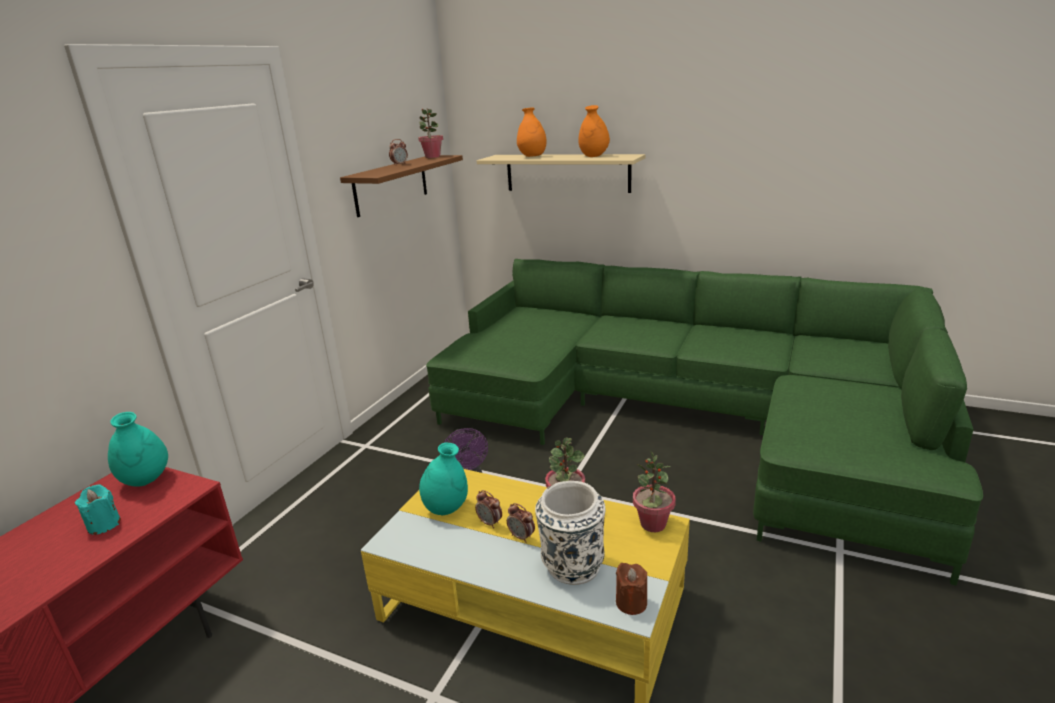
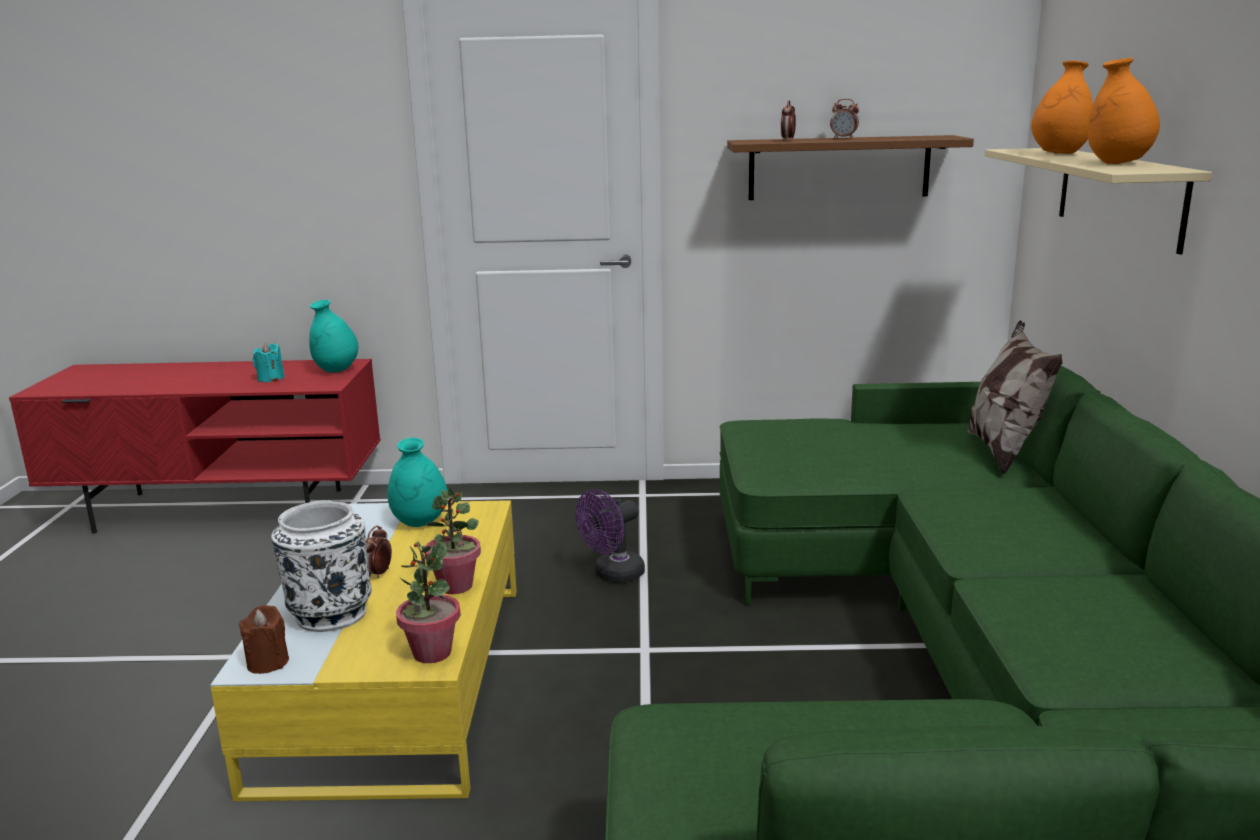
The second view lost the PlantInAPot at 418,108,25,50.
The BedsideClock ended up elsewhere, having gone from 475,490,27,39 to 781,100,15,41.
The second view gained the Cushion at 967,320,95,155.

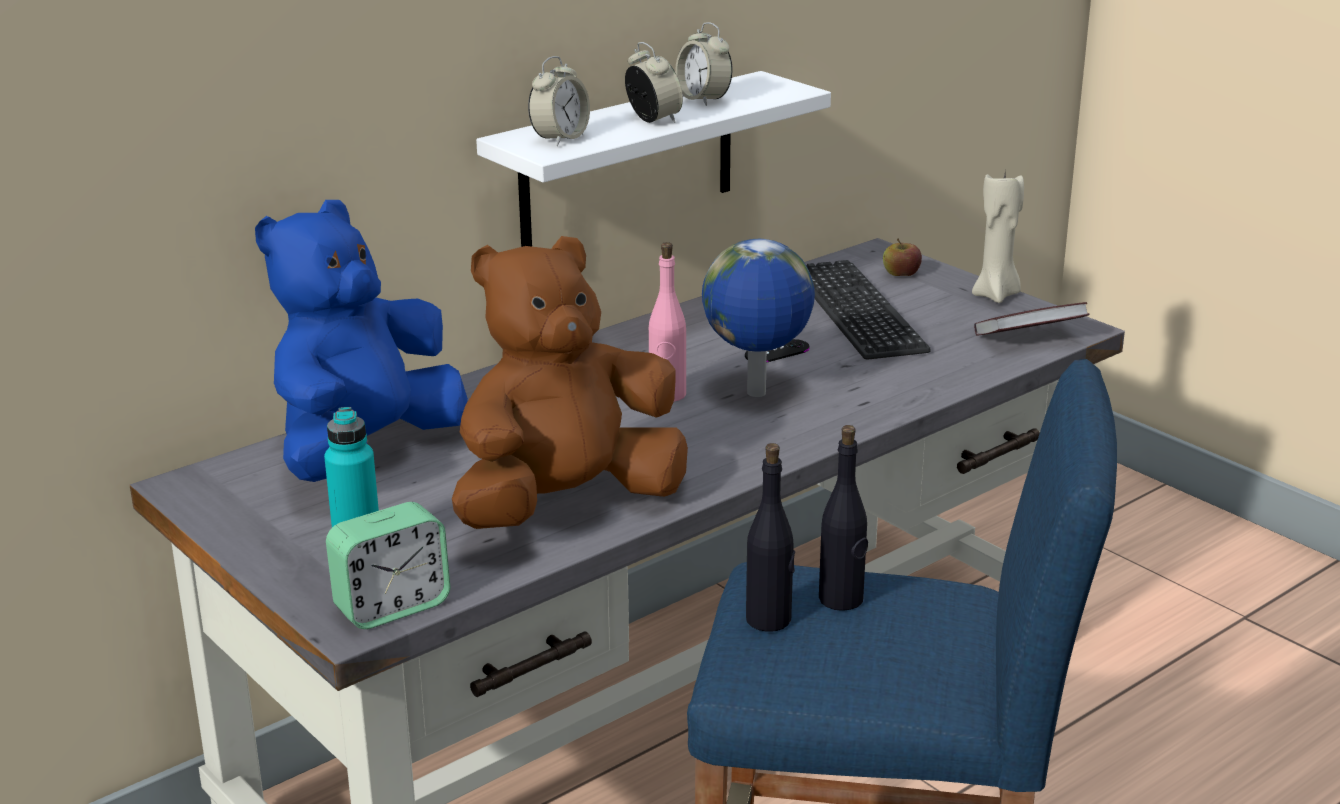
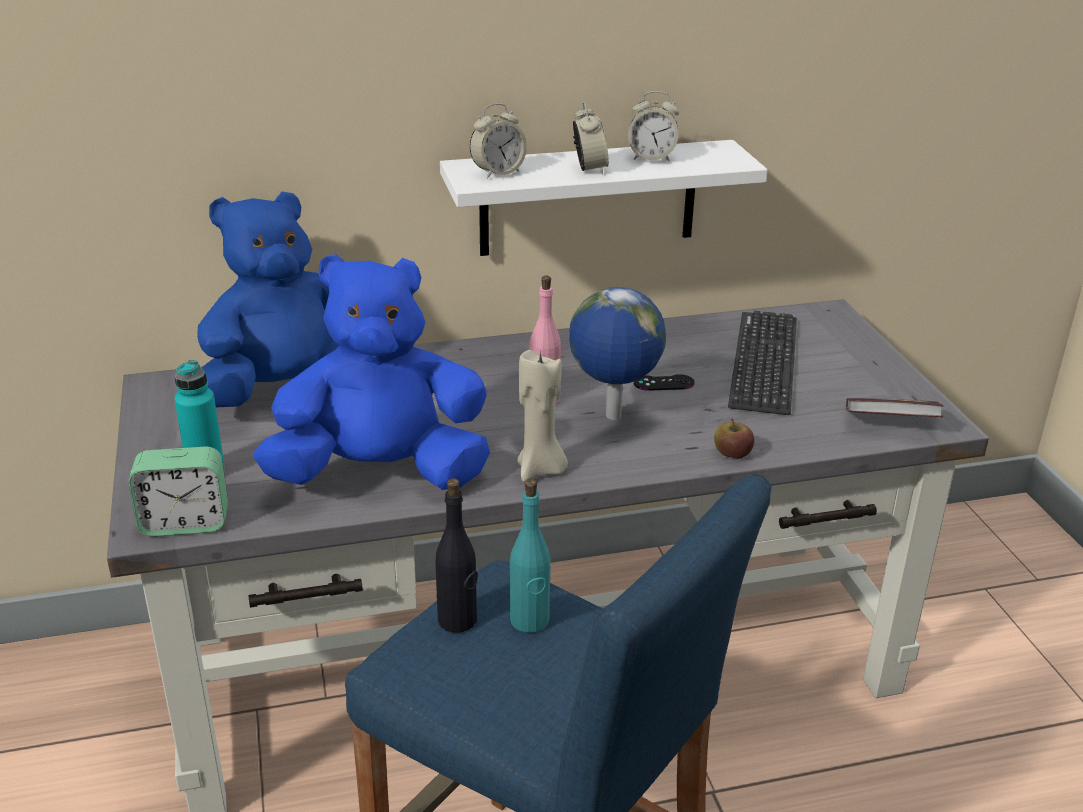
The BedsideClock at 675,22,57,84 ended up facing another way, 75 degrees counterclockwise from before.
The BeigeWaxCandle ended up elsewhere, having gone from 972,174,52,129 to 517,350,51,132.
What was the BrownColouredPlushToy at 452,236,236,293 turned into the BluishPlushToy at 254,254,236,236.
The WholeApple ended up elsewhere, having gone from 883,239,39,37 to 714,419,40,40.
What was the BlackDrinkBottle at 819,425,49,186 turned into the TurquoiseColouredDrinkBottle at 510,479,41,154.

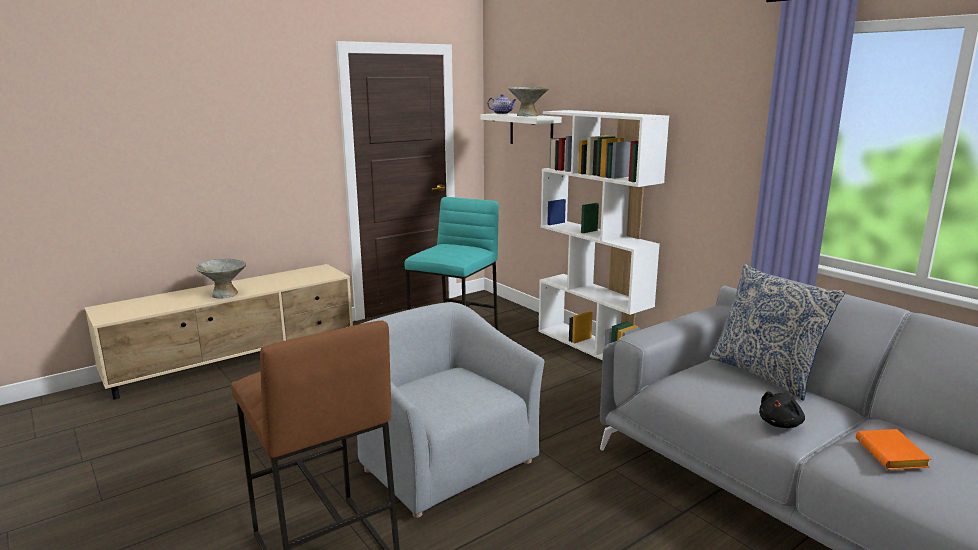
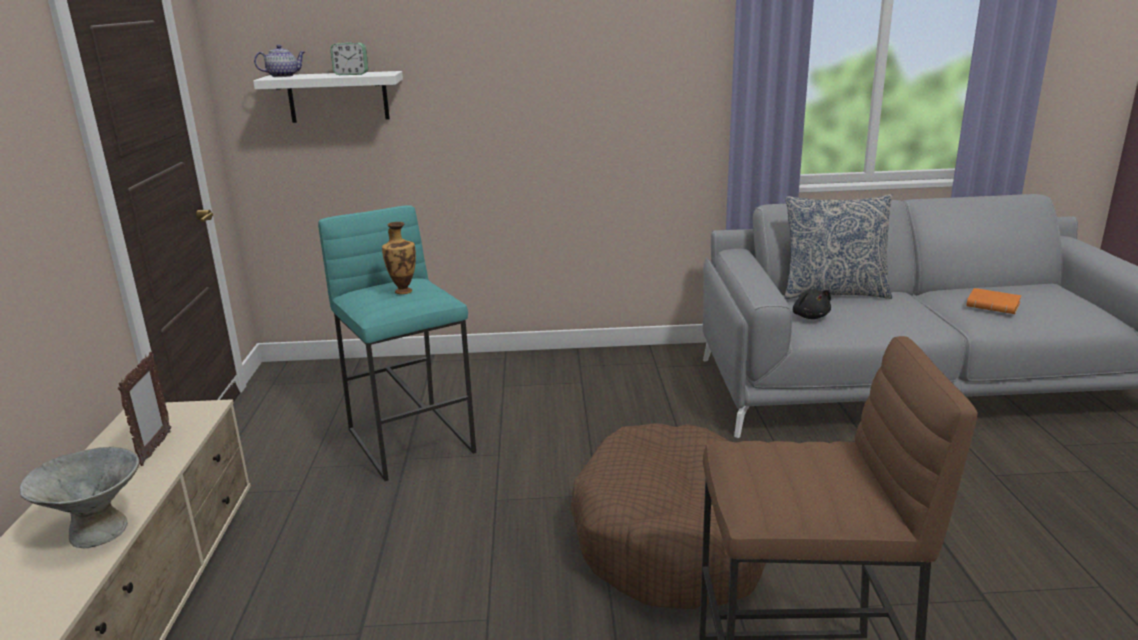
Where the GrayServingBowl stood at 508,87,40,29, the BedsideClock came to stand at 330,42,38,33.
The second view lost the WhiteColouredShelvingUnit at 538,110,131,251.
Where the GrayLoungeChair stood at 357,302,187,216, the BrownColouredDogCushion came to stand at 570,423,196,186.
The BlackPlushToy ended up elsewhere, having gone from 759,391,46,37 to 793,289,38,30.
The second view gained the DecorativeVase at 382,222,34,72.
The second view gained the PhotoFrame at 118,352,53,114.

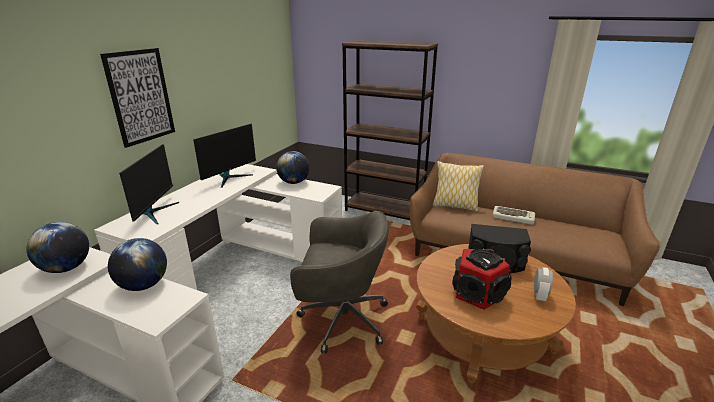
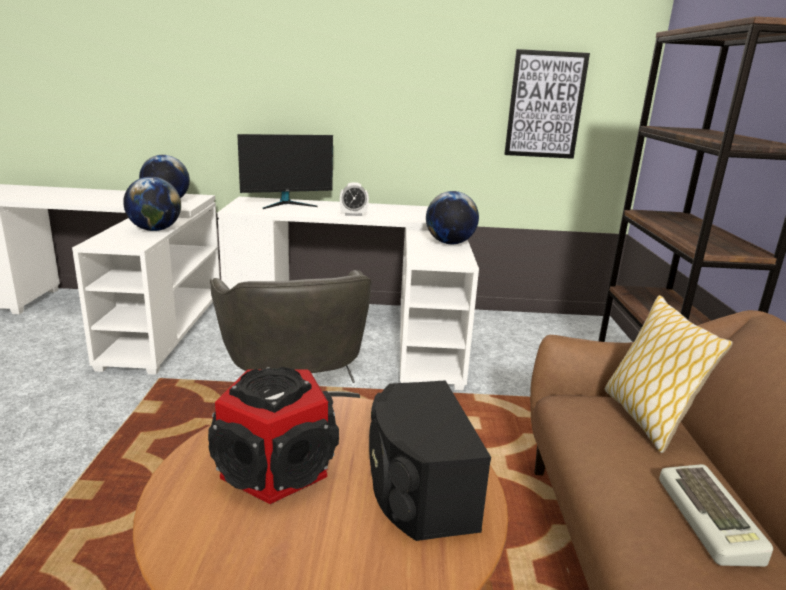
The WallPicture ended up elsewhere, having gone from 100,48,75,100 to 504,49,86,110.
The second view lost the Monitor at 193,124,63,64.
The BedsideClock ended up elsewhere, having gone from 534,267,19,34 to 340,182,29,34.

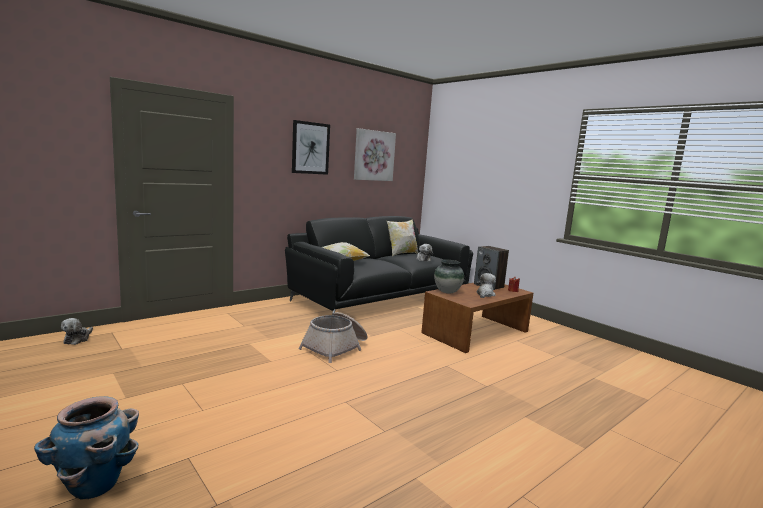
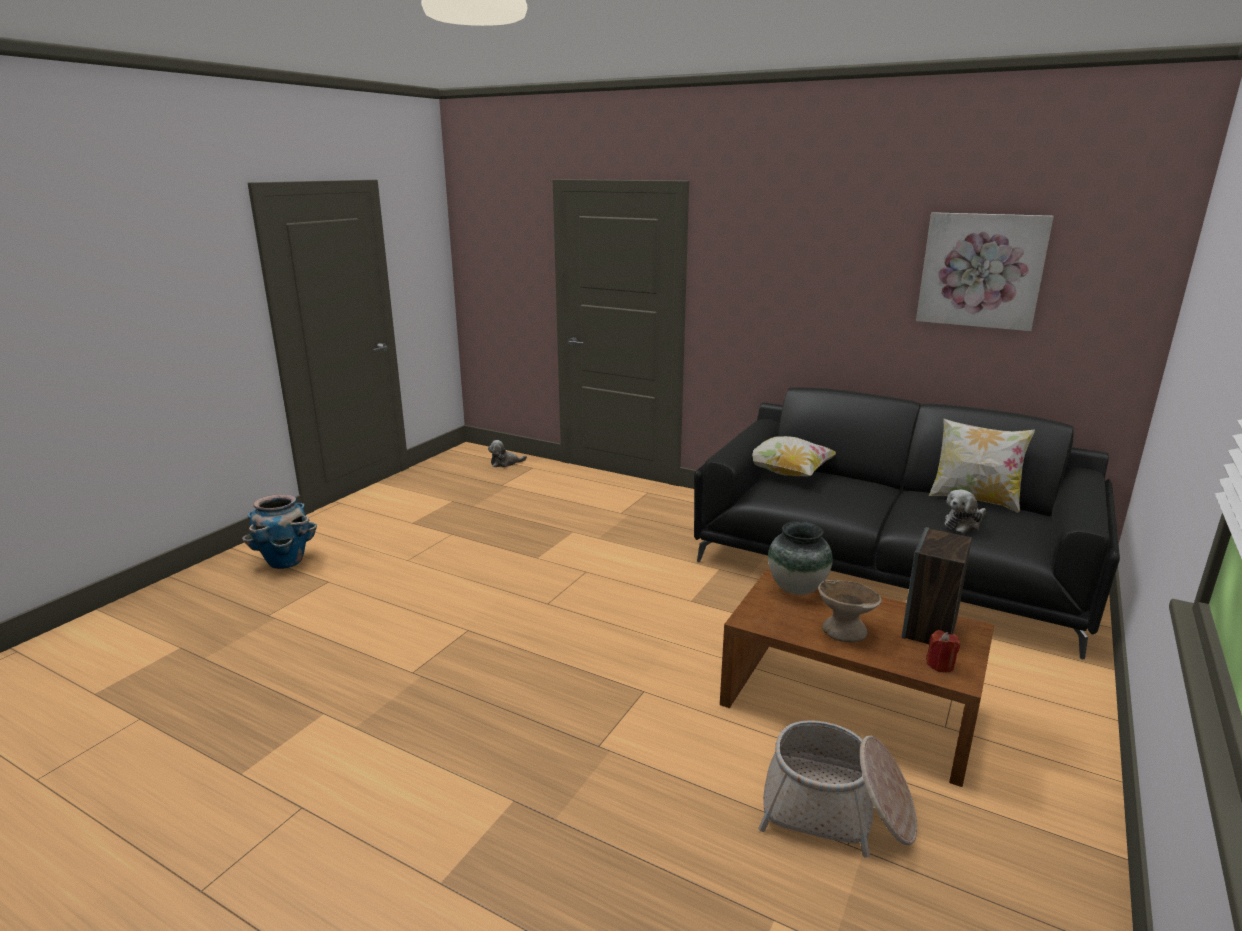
The second view lost the WallPicture at 292,120,38,55.
Where the PlushToy stood at 476,273,20,25, the BeigeServingBowl came to stand at 818,580,64,63.
The HouseholdBasket ended up elsewhere, having gone from 298,312,69,51 to 758,720,159,138.

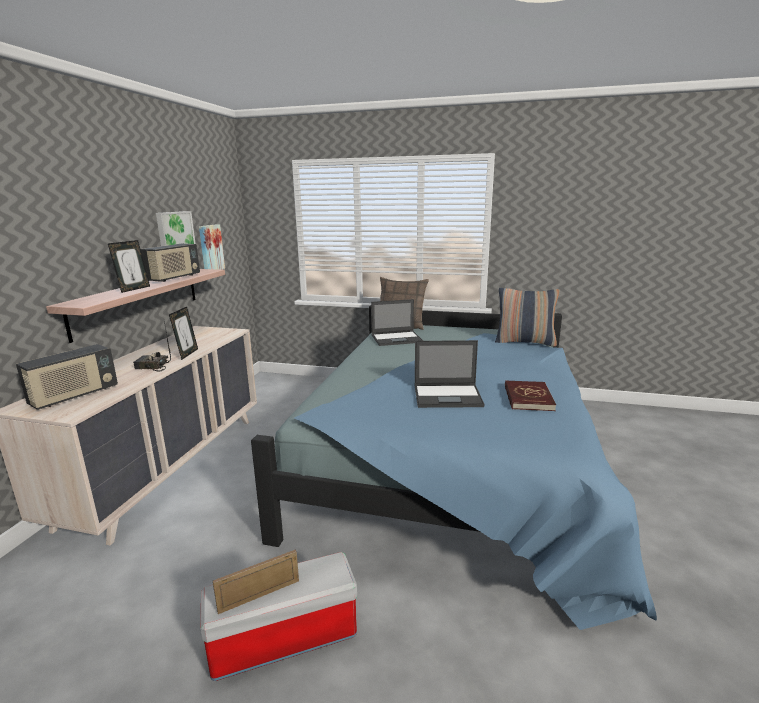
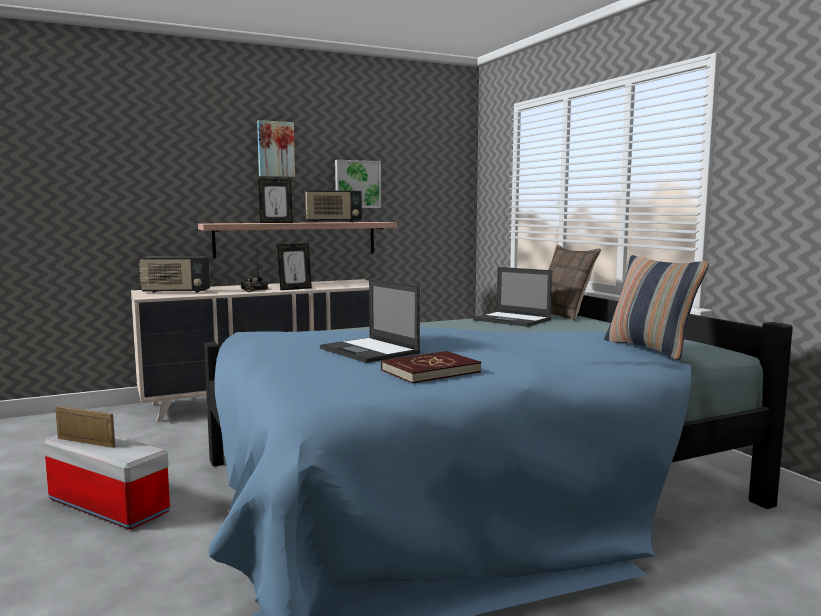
The WallPicture ended up elsewhere, having gone from 199,224,26,46 to 257,120,38,57.

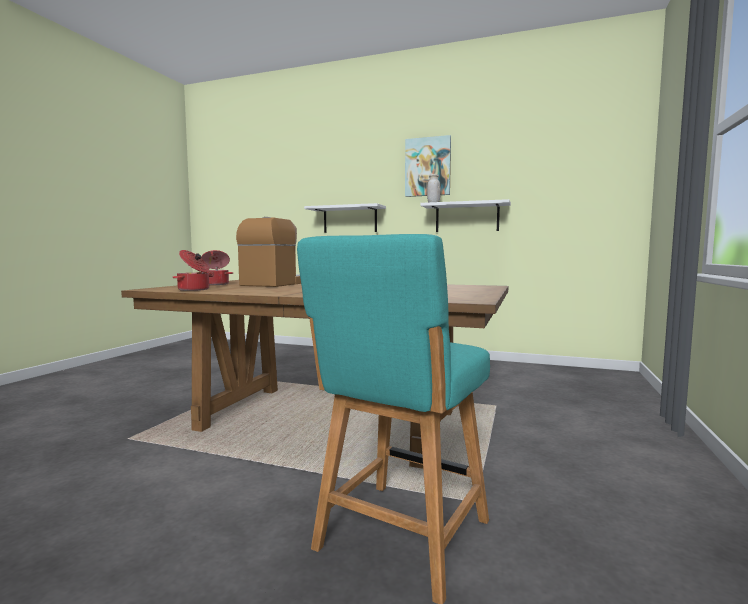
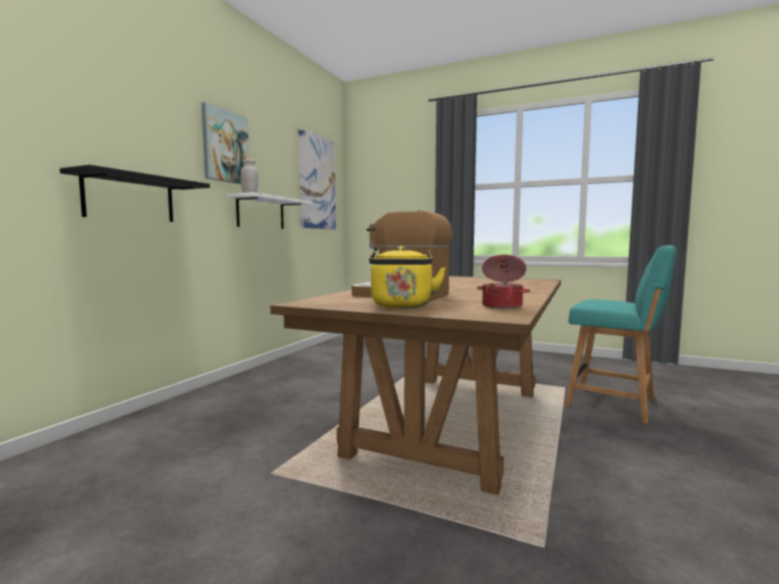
What was the WhiteColouredWallShelf at 304,203,82,30 turned into the BlackWallShelf at 60,165,150,57.
Where the Stockpot stood at 201,250,32,35, the YellowishKettle came to stand at 369,246,77,62.
The second view gained the WallPicture at 298,127,38,103.

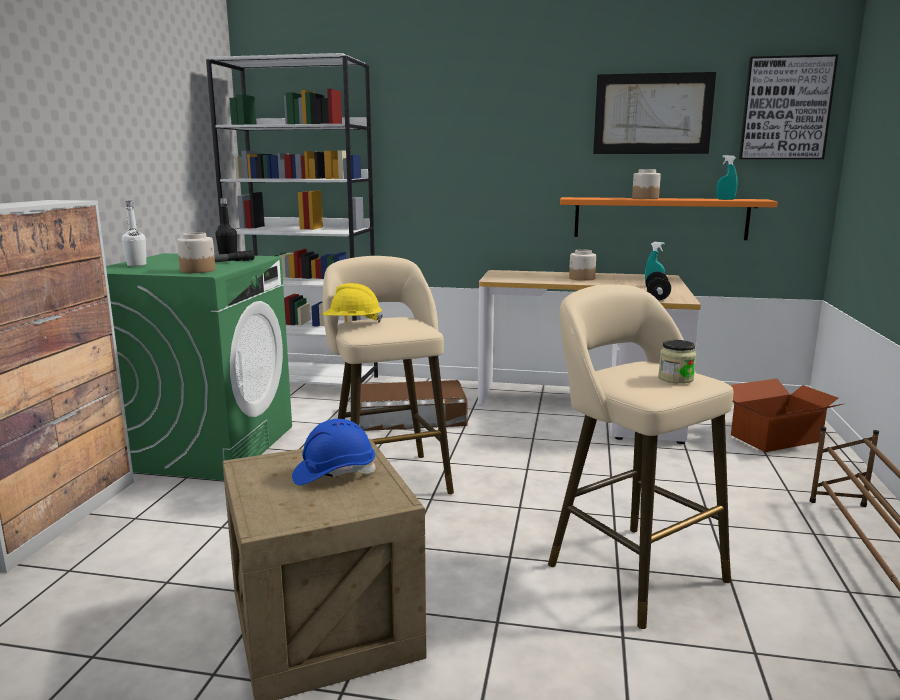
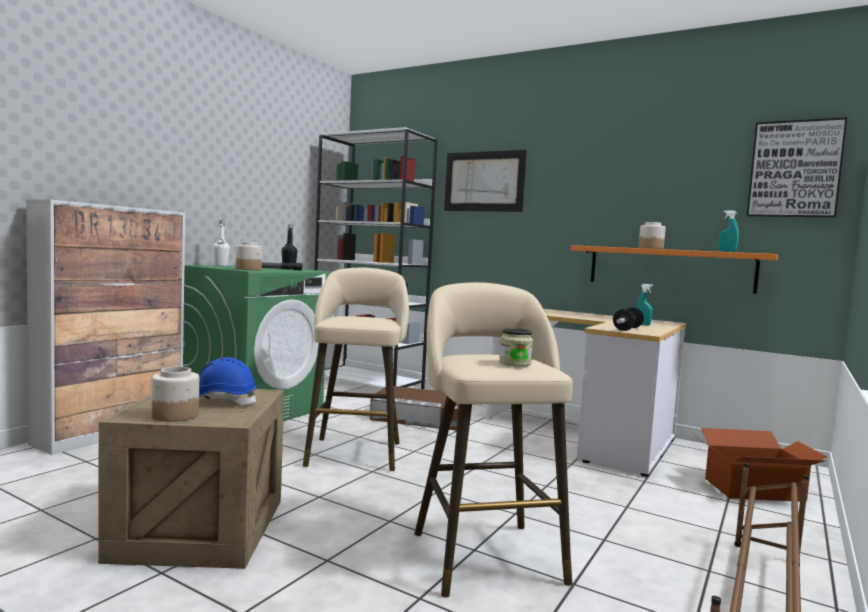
The WallPicture ended up elsewhere, having gone from 593,72,123,82 to 444,150,83,62.
The PreserveJar ended up elsewhere, having gone from 569,249,27,32 to 152,367,47,55.
The second view lost the YellowishWorkHelmet at 323,283,60,40.

